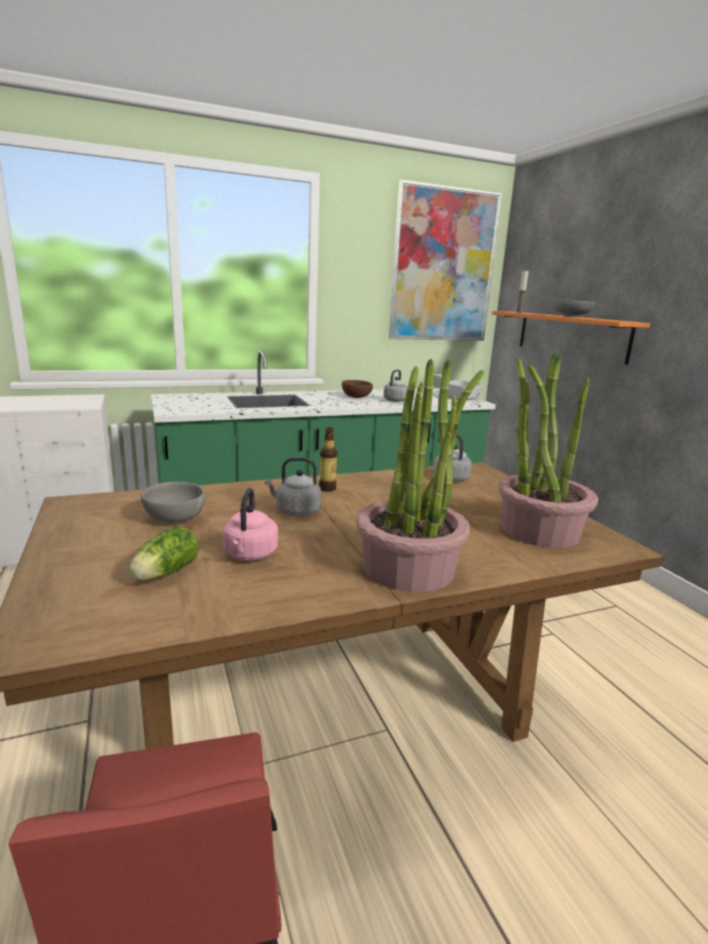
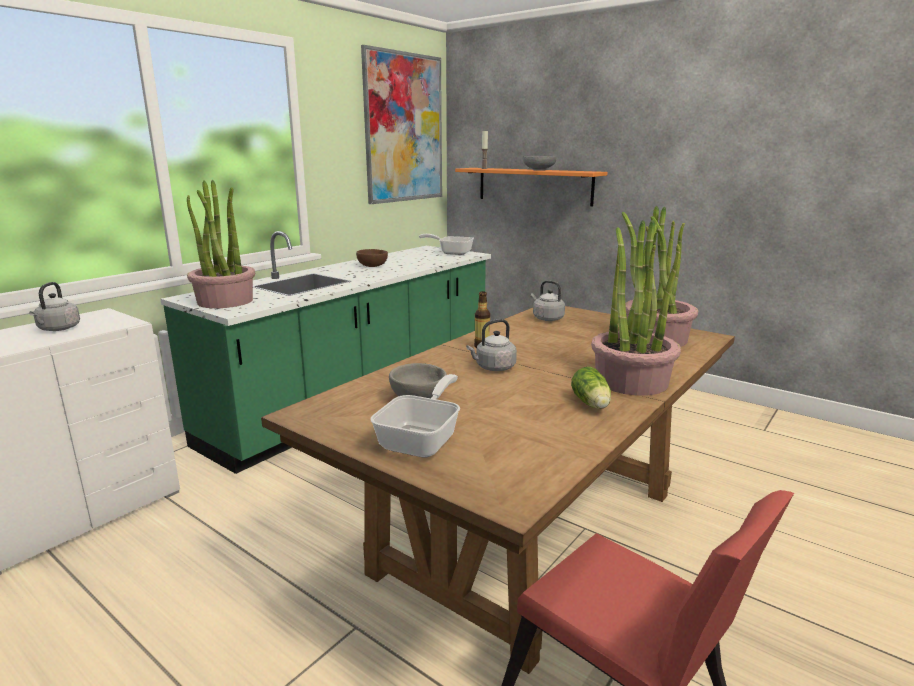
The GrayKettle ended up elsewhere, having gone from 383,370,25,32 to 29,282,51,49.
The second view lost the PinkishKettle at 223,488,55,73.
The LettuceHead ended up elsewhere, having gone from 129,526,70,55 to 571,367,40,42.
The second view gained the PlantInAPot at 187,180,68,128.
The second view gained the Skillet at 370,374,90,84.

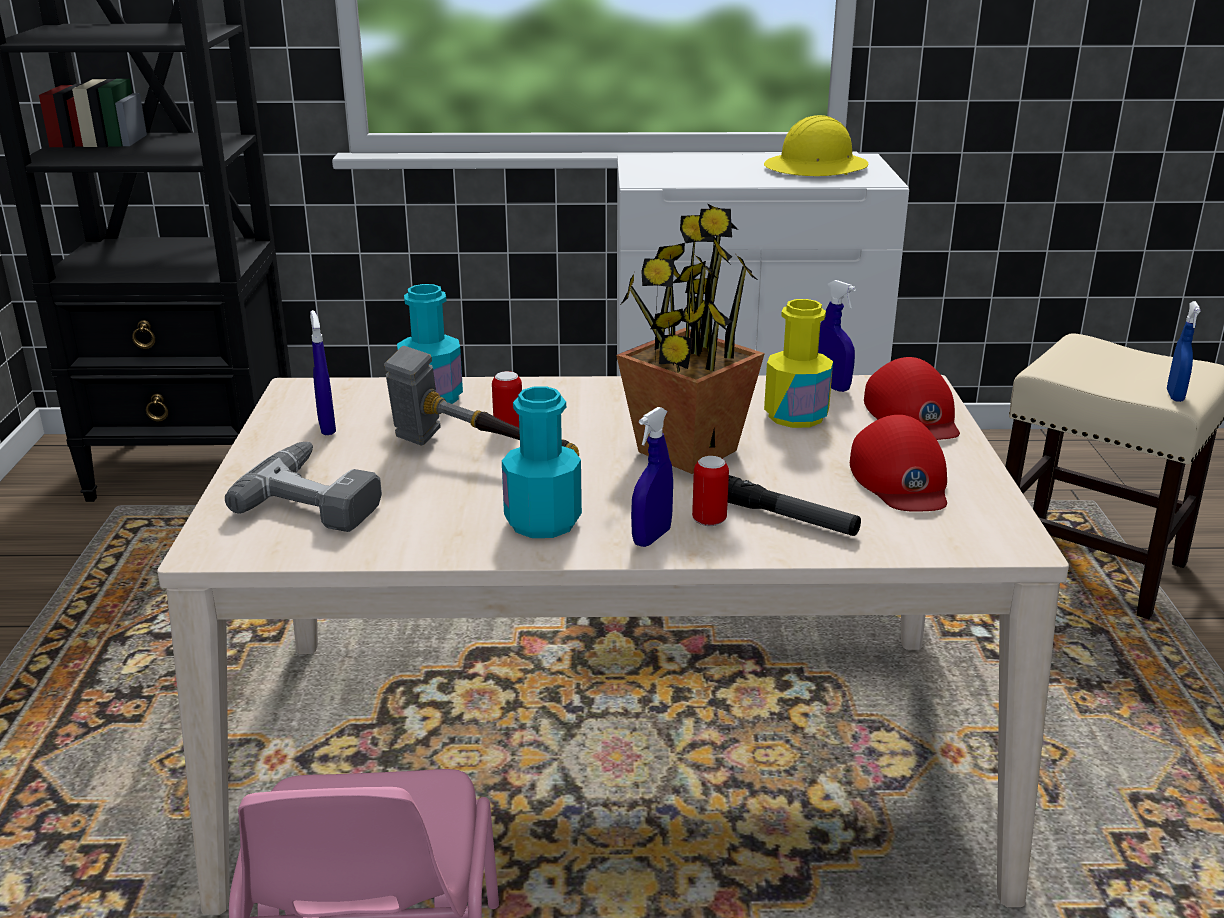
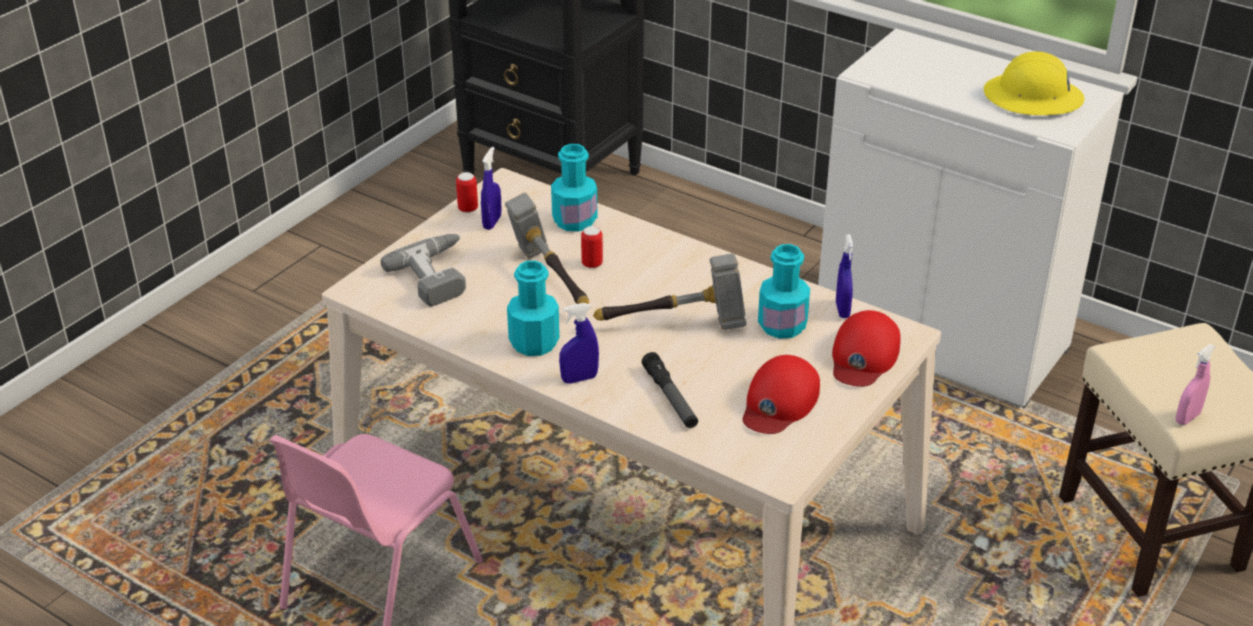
Where the PlantInAPot stood at 616,204,149,270, the Hammer came to stand at 593,253,154,77.
What was the YellowishDrinkBottle at 764,299,69,129 turned into the TurquoiseColouredDrinkBottle at 758,244,52,94.
What was the BluishSprayBottle at 1167,301,34,101 turned into the PinkishSprayBottle at 1176,344,39,81.
The Can ended up elsewhere, having gone from 692,456,37,70 to 456,172,22,41.

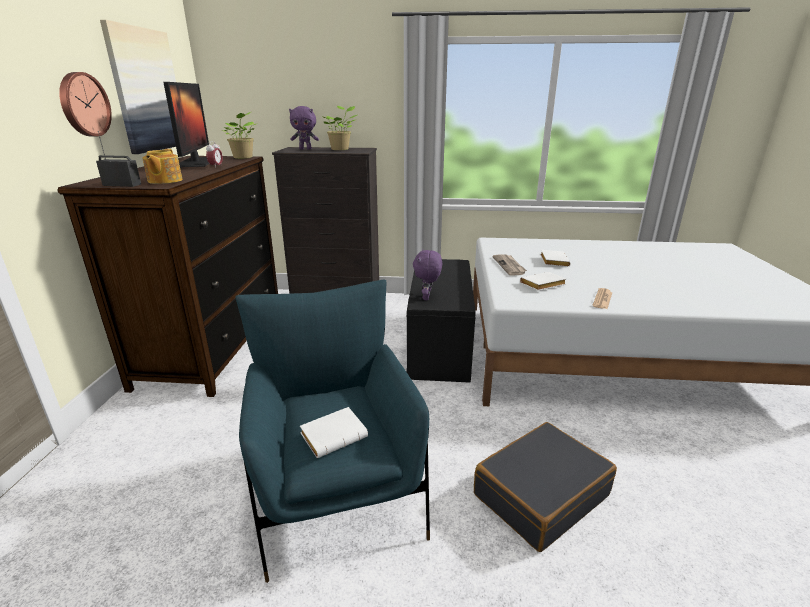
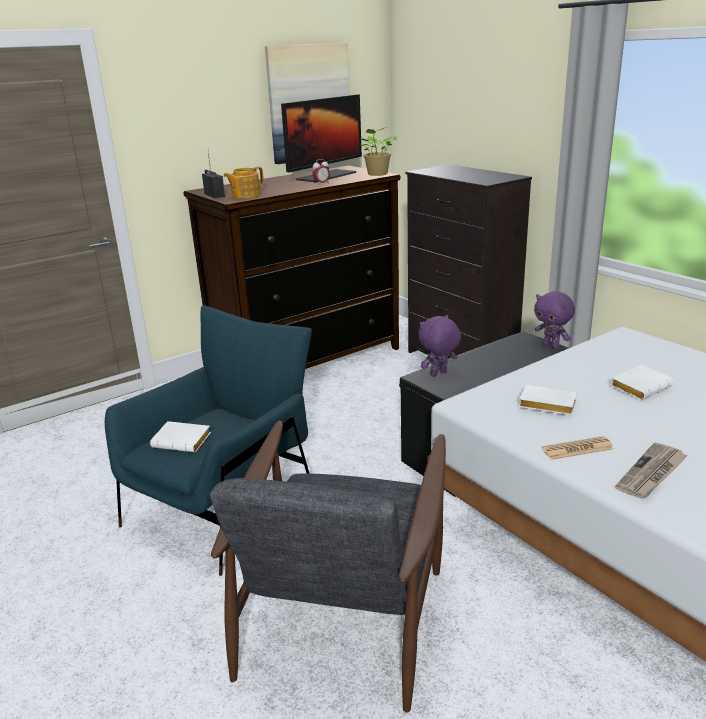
The second view lost the HangingClock at 59,72,53,64.
The PurpleColouredPlushToy ended up elsewhere, having gone from 289,106,30,44 to 534,291,41,58.
The second view lost the PlantInAPot at 323,106,34,44.
The Newspaper ended up elsewhere, having gone from 493,254,34,22 to 615,443,73,56.
Where the BlackTravelCase stood at 474,422,143,130, the GrayLoungeChair came to stand at 210,421,236,292.

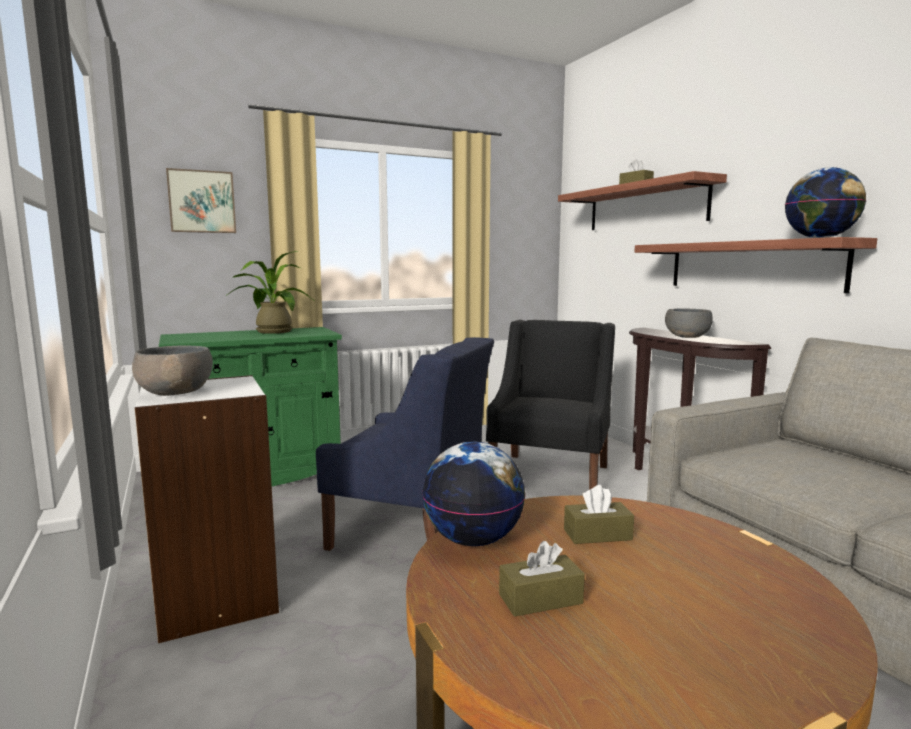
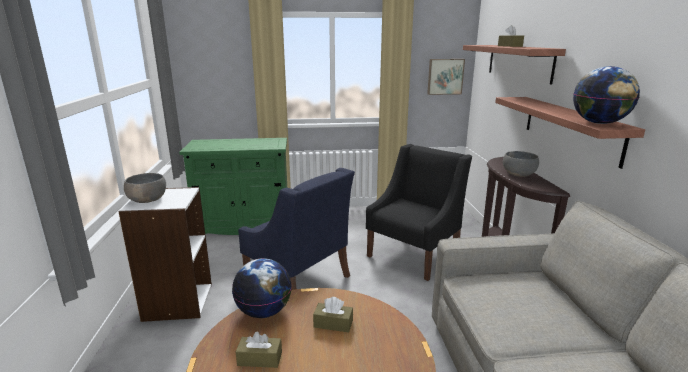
The WallPicture ended up elsewhere, having gone from 166,168,70,65 to 427,59,38,36.
The second view lost the PlantInAPot at 227,251,89,83.

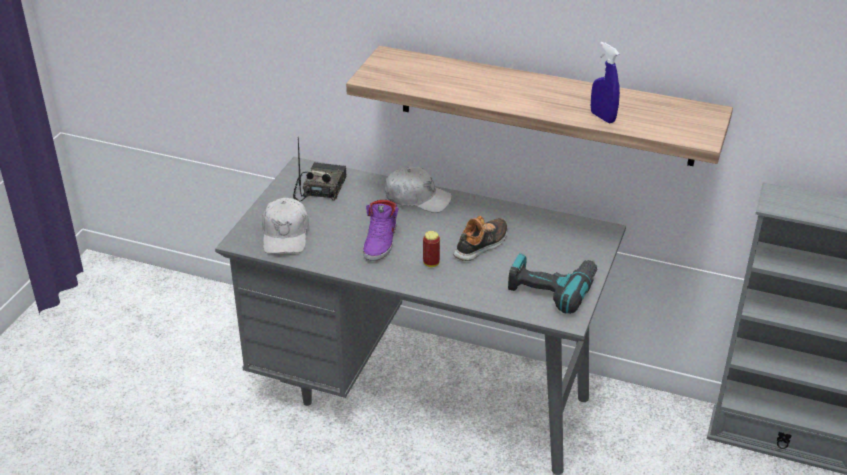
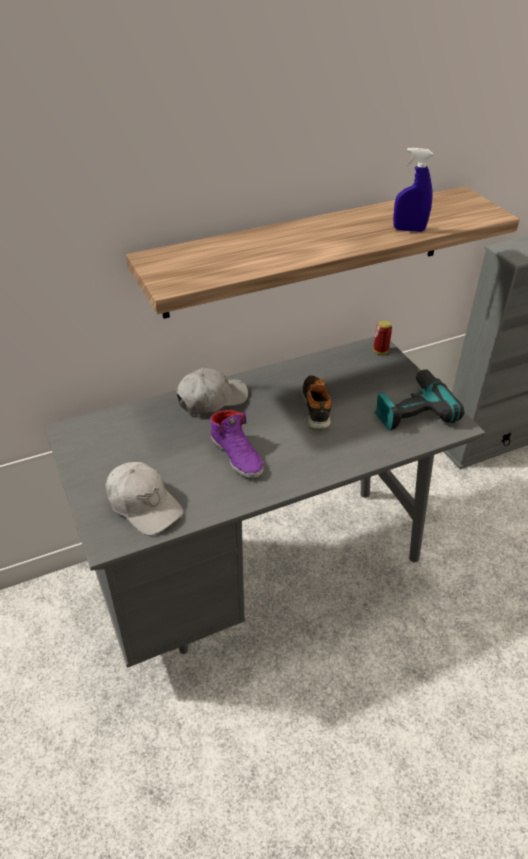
The second view lost the RadioSet at 293,136,54,66.
The Can ended up elsewhere, having gone from 423,231,17,36 to 374,320,18,34.

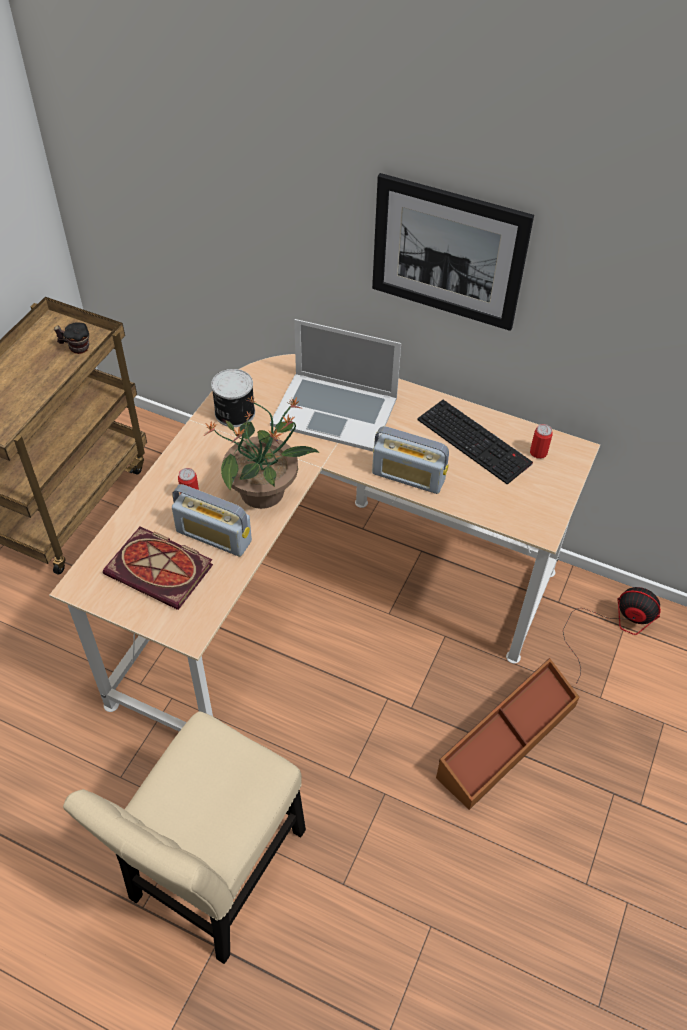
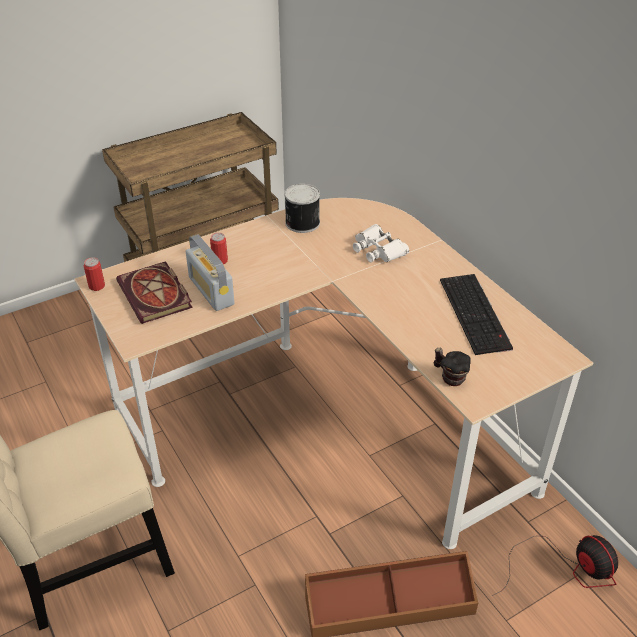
The second view lost the WallPicture at 372,173,162,158.
Where the PortableComputer stood at 270,319,131,132, the WhiteColouredBinoculars came to stand at 353,224,56,38.
The Mug ended up elsewhere, having gone from 54,322,35,32 to 434,347,37,39.
The second view lost the PlantInAPot at 204,397,115,112.
The Can ended up elsewhere, having gone from 530,424,23,35 to 84,257,21,34.
The second view lost the RadioSet at 372,426,77,68.

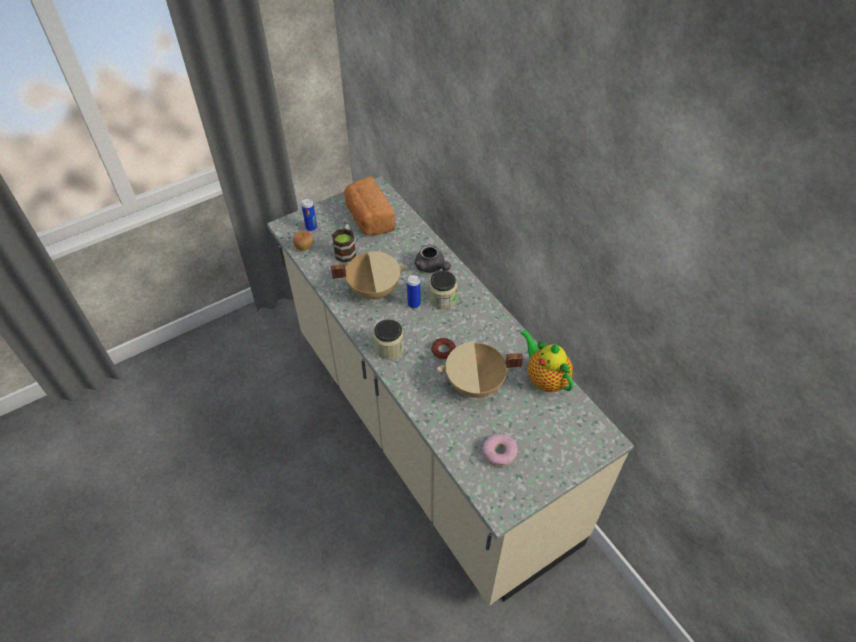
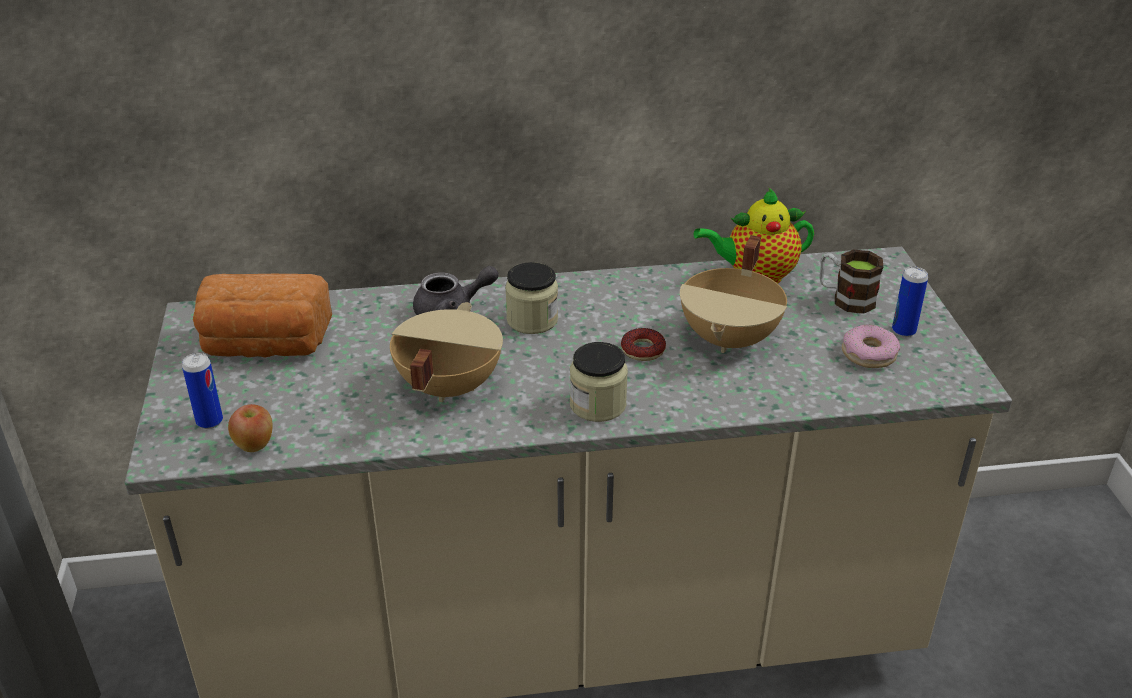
The Mug ended up elsewhere, having gone from 332,224,24,38 to 819,250,64,64.
The Can ended up elsewhere, having gone from 407,275,14,33 to 892,267,36,70.

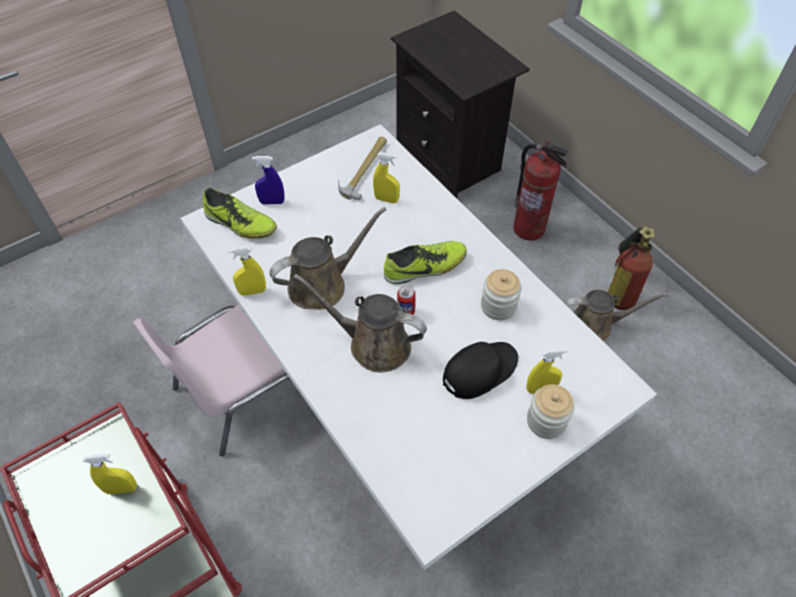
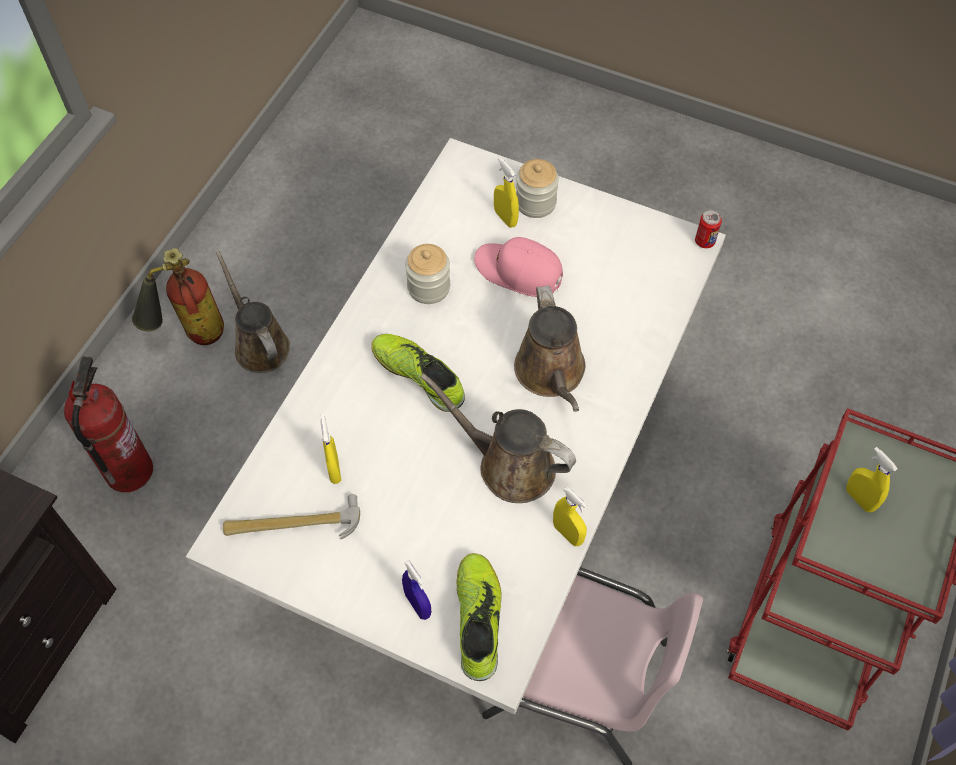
The Can ended up elsewhere, having gone from 397,285,19,30 to 695,210,27,38.
What was the BlackCap at 443,342,75,57 turned into the PinkishCap at 474,237,89,60.

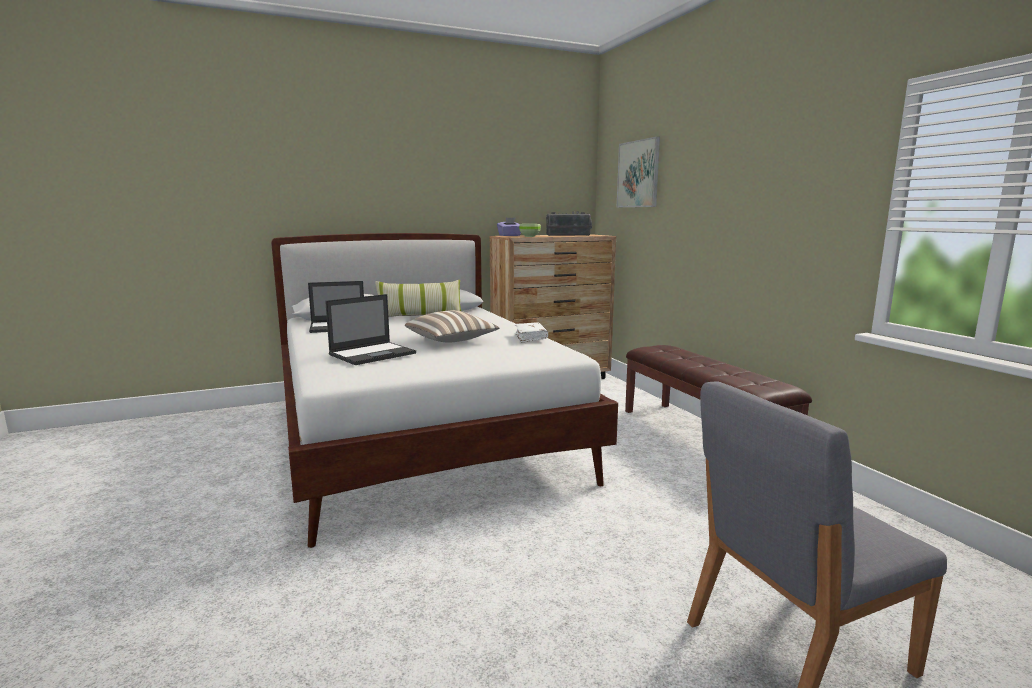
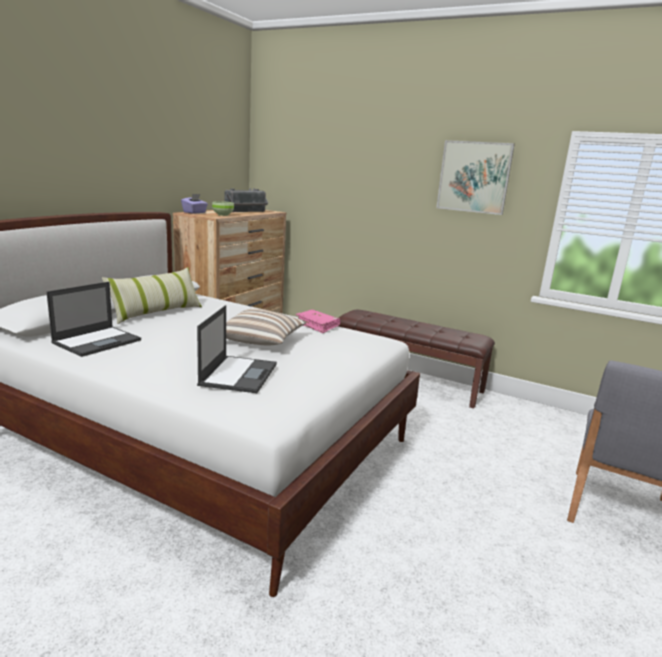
The WallPicture ended up elsewhere, having gone from 617,137,43,70 to 436,140,79,75.
What was the WhiteColouredBook at 515,322,33,21 turned into the PinkishBook at 296,310,44,23.

